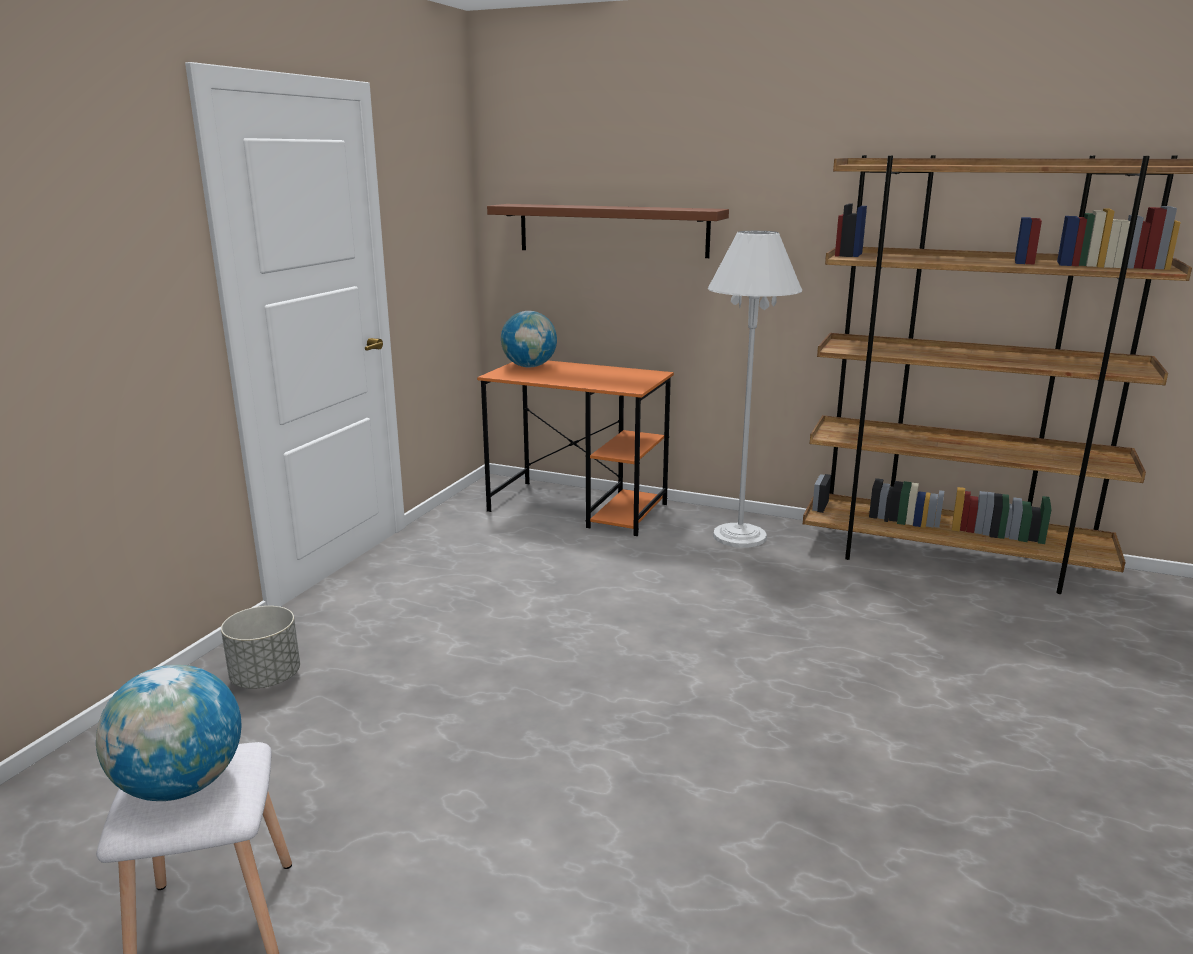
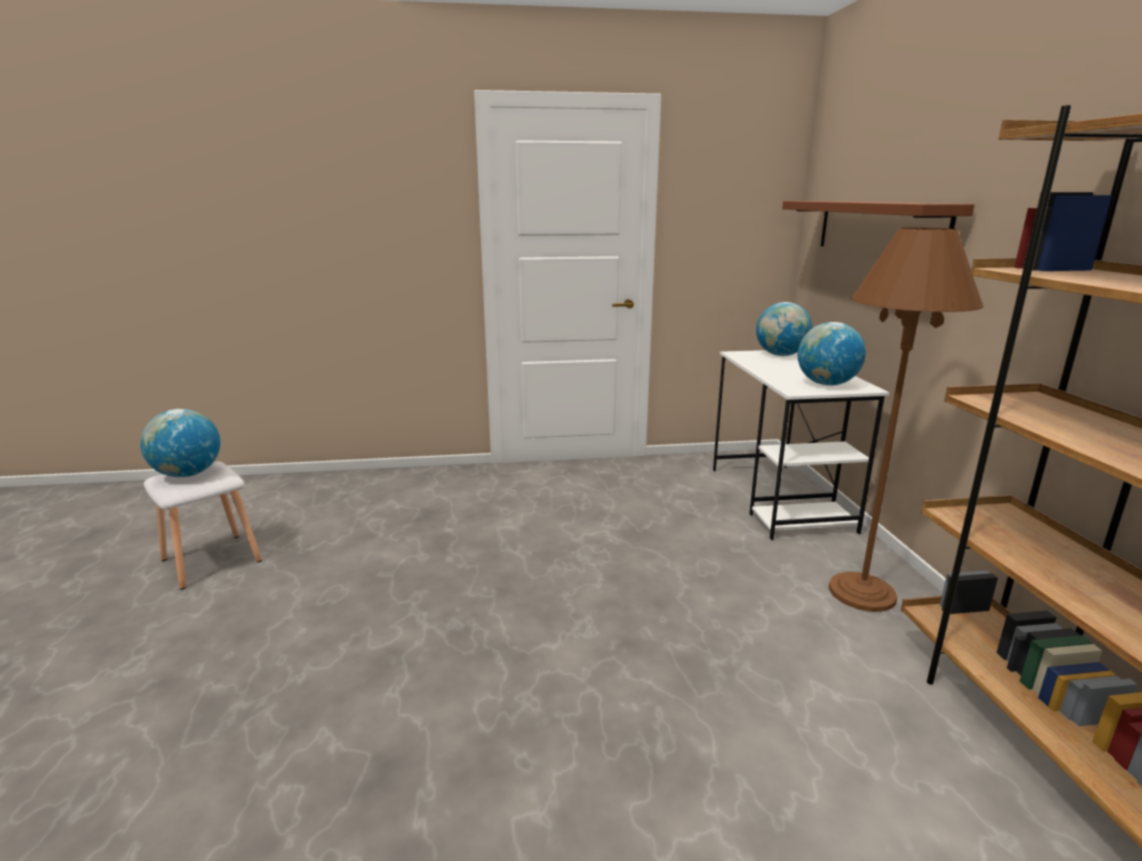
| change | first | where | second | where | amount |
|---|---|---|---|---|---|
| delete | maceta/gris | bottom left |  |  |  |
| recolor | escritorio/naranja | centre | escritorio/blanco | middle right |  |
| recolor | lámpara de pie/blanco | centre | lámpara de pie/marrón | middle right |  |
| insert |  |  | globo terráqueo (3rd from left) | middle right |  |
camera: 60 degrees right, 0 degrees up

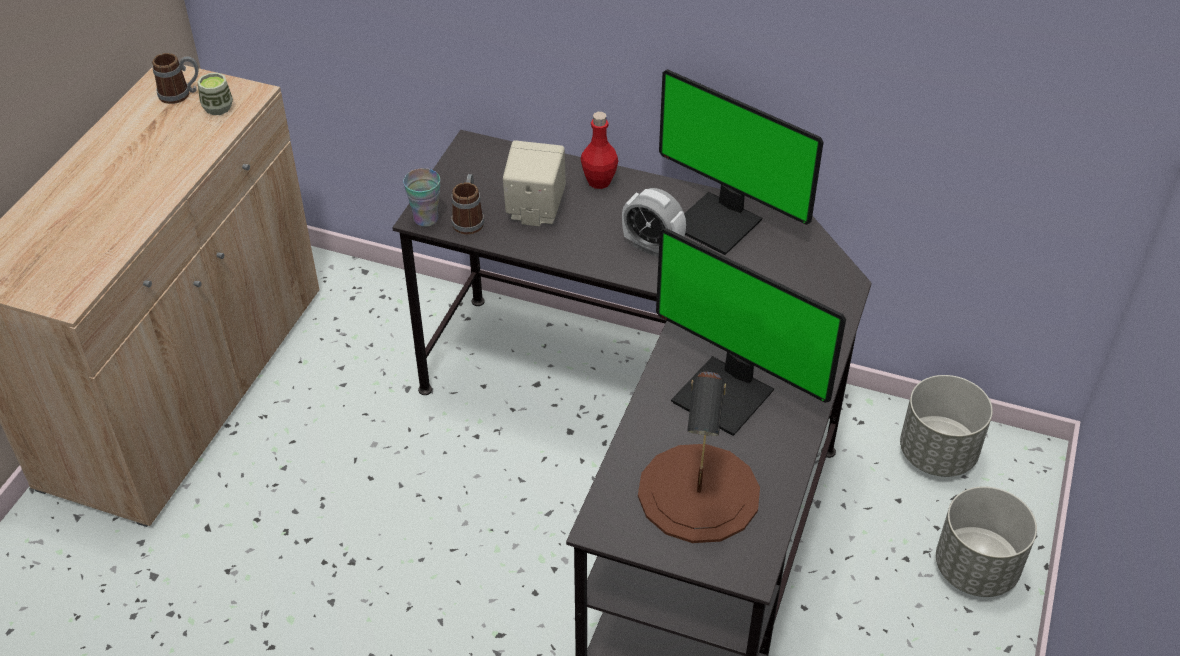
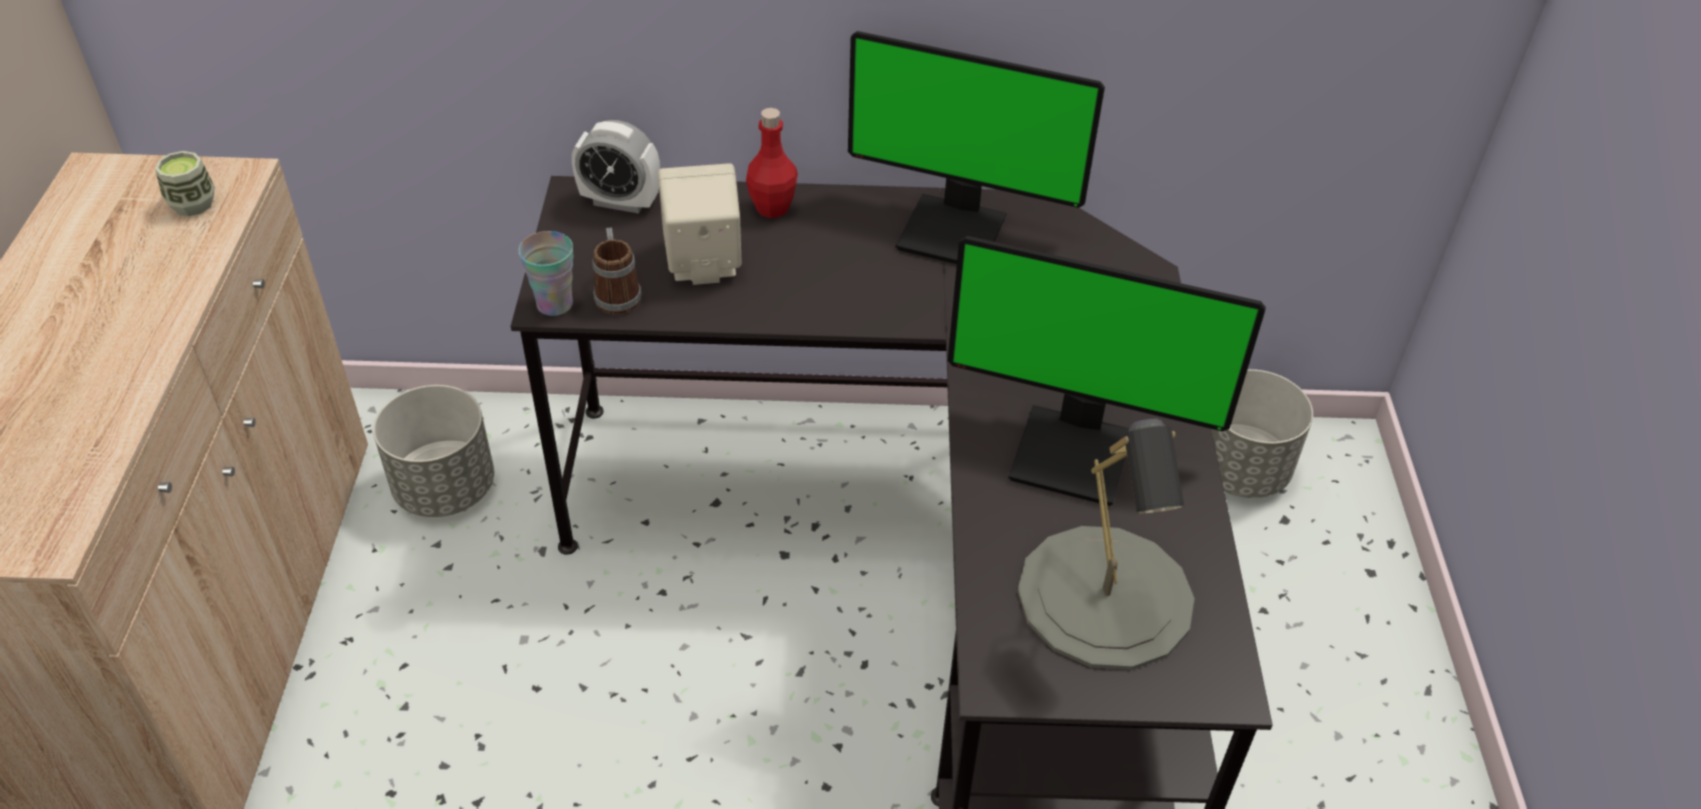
| change | first | where | second | where | amount |
|---|---|---|---|---|---|
| delete | taza grande (1st from left) | top left |  |  |  |
| move | despertador | centre |  | top centre |  |
| recolor | lámpara de mesa/marrón | bottom centre | lámpara de mesa/gris | bottom centre |  |
| move | maceta/gris (2nd from left in the first image) | bottom right | maceta/gris (1st from left) | middle left |  |
camera: 20 degrees left, 0 degrees up

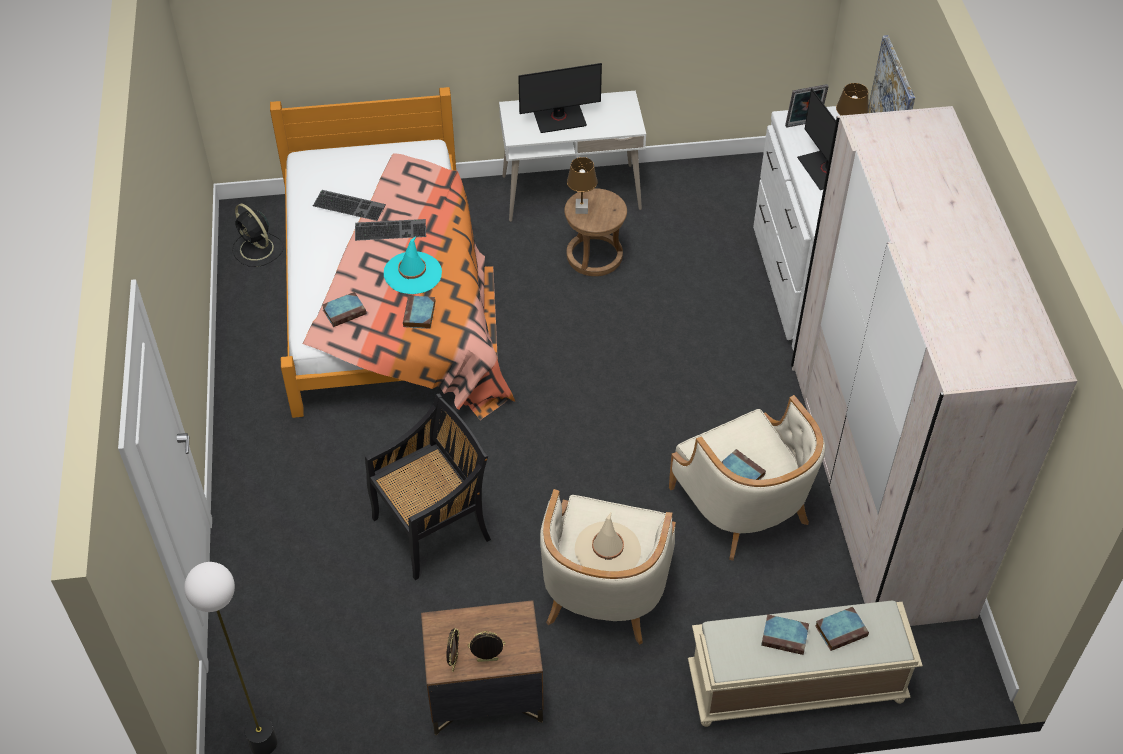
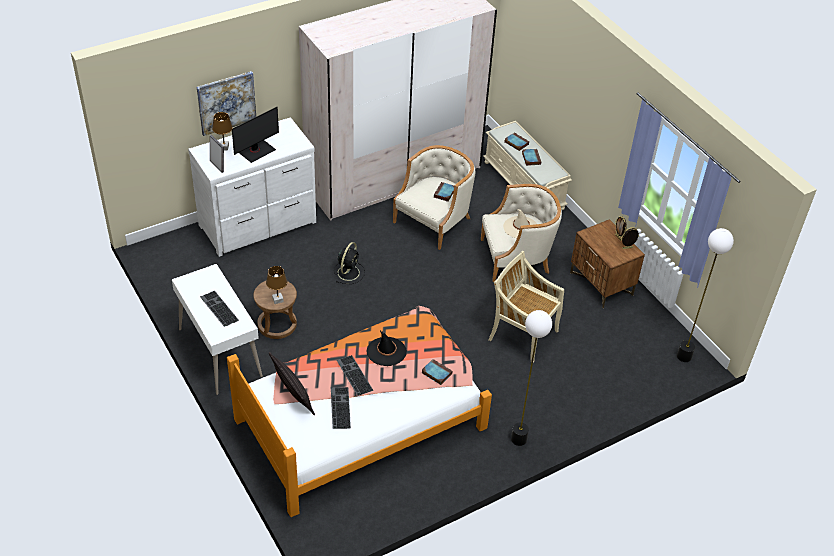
| change | first | where | second | where | amount |
|---|---|---|---|---|---|
| move | ventilador/negro | top left |  | centre |  |
| recolor | silla/negro | centre | silla/beis | centre |  |
| recolor | sombrero/turquesa | centre | sombrero/negro | centre |  |
| delete | libro (2nd from left) | centre |  |  |  |
| replace | monitor (1st from left) | top centre | teclado (1st from left) | middle left |  |
| insert |  |  | cojín | bottom centre |  |
| insert |  |  | lámpara de pie (1st from left) | bottom centre |  |
camera: 115 degrees left, 5 degrees down

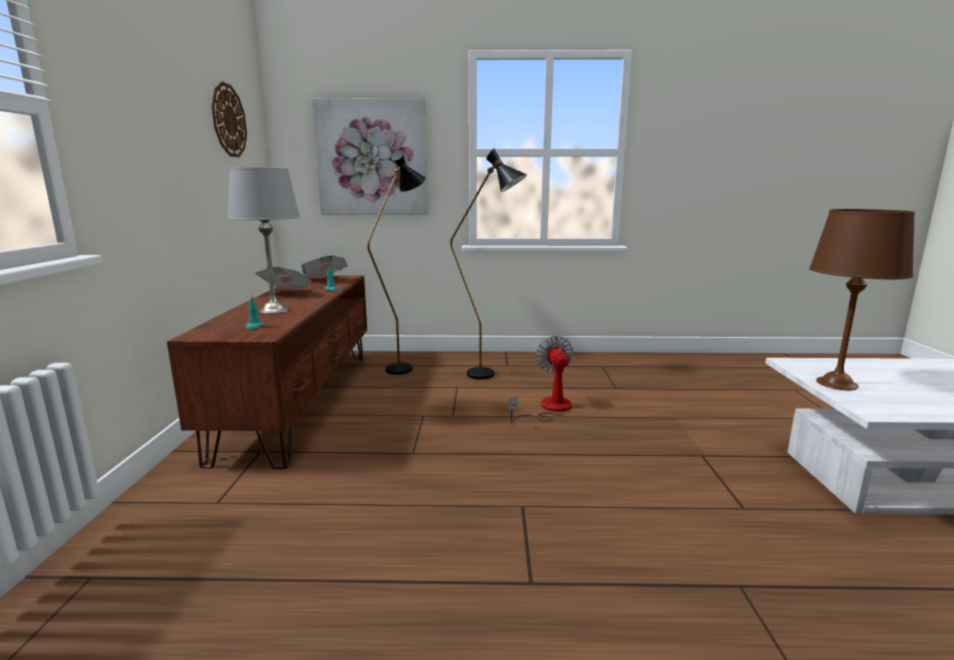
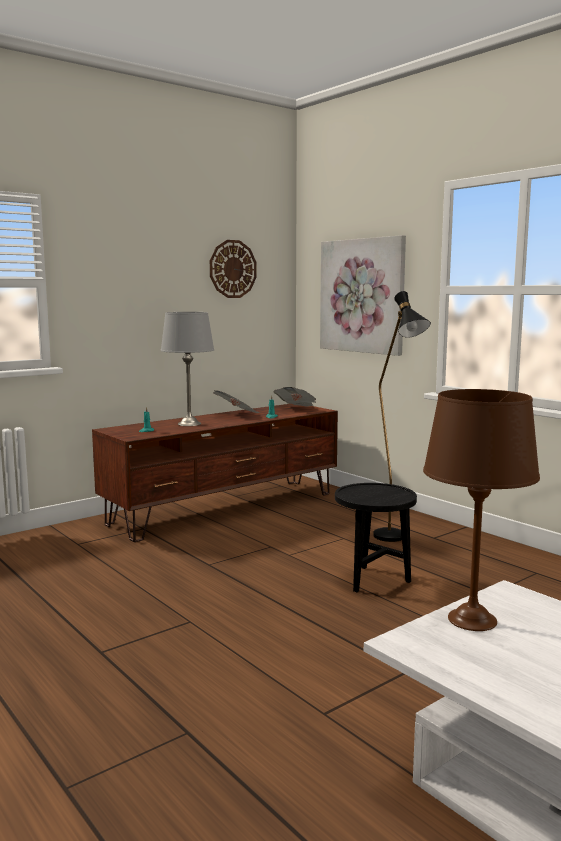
| change | first | where | second | where | amount |
|---|---|---|---|---|---|
| delete | lámpara de pie/negro (1st from left) | centre |  |  |  |
| replace | ventilador | centre | mesa auxiliar/negro | middle right |  |
camera: 50 degrees right, 5 degrees down

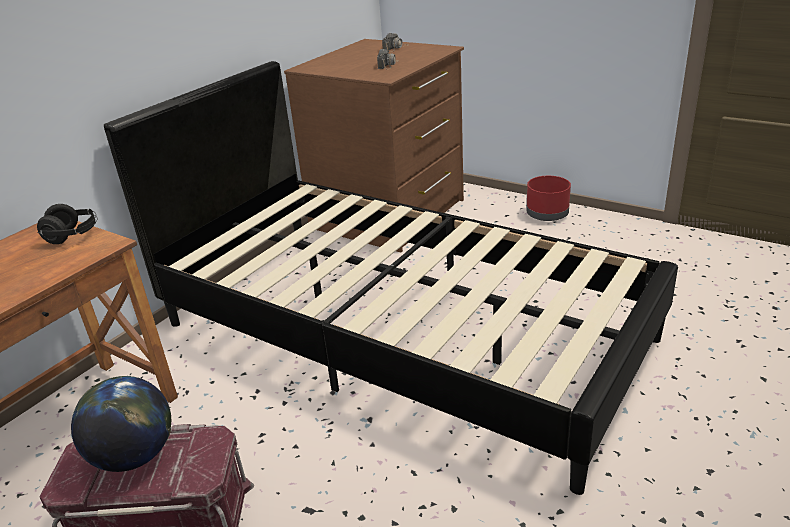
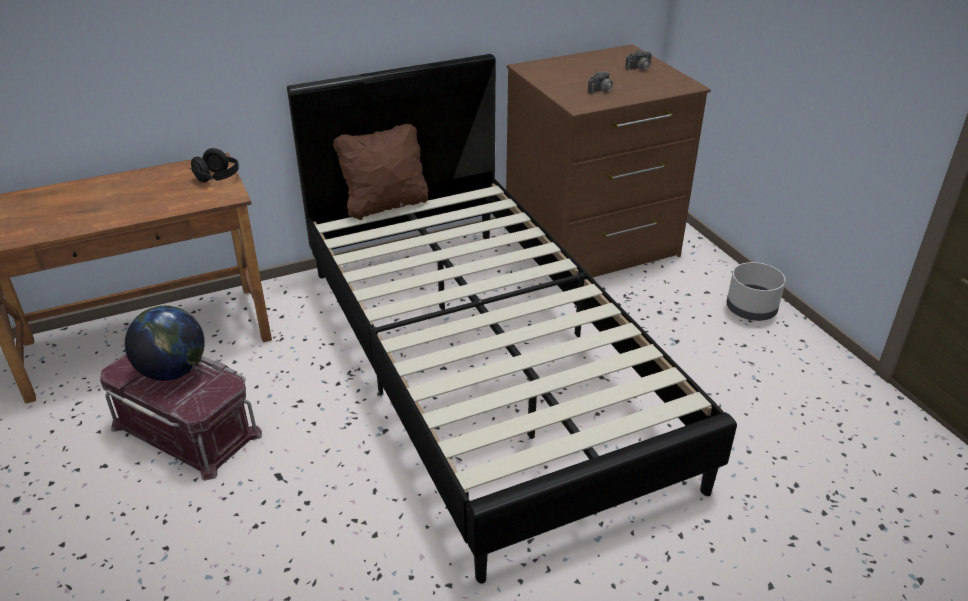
| change | first | where | second | where | amount |
|---|---|---|---|---|---|
| recolor | maceta/rojo | middle right | maceta/gris | middle right |  |
| insert |  |  | cojín/marrón | top centre |  |
camera: 30 degrees right, 5 degrees up

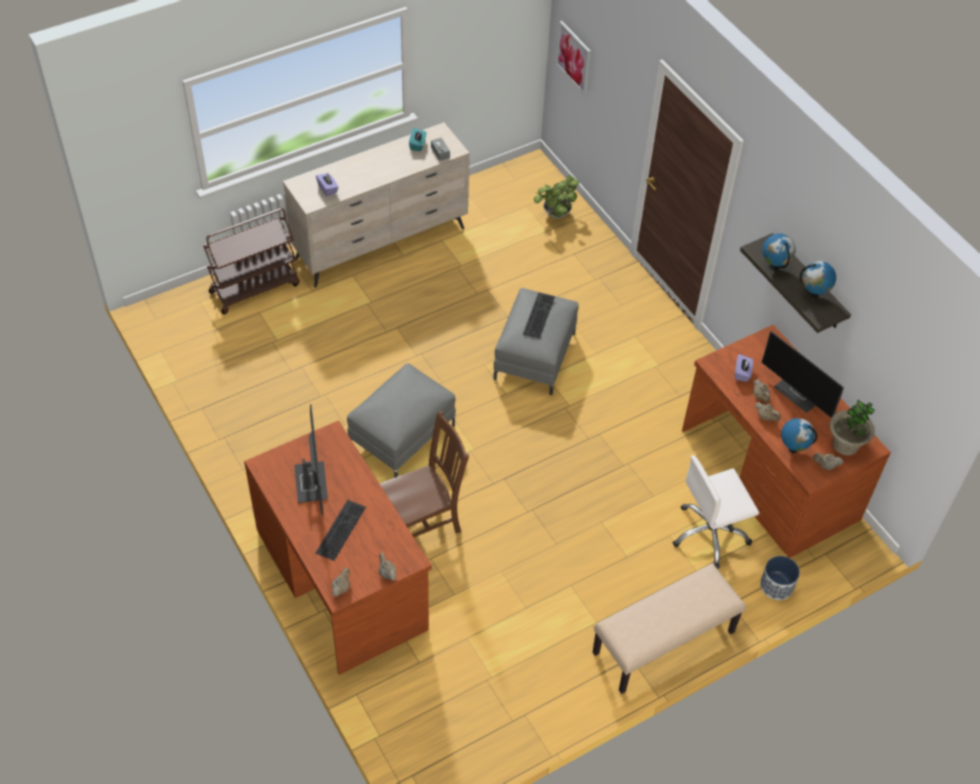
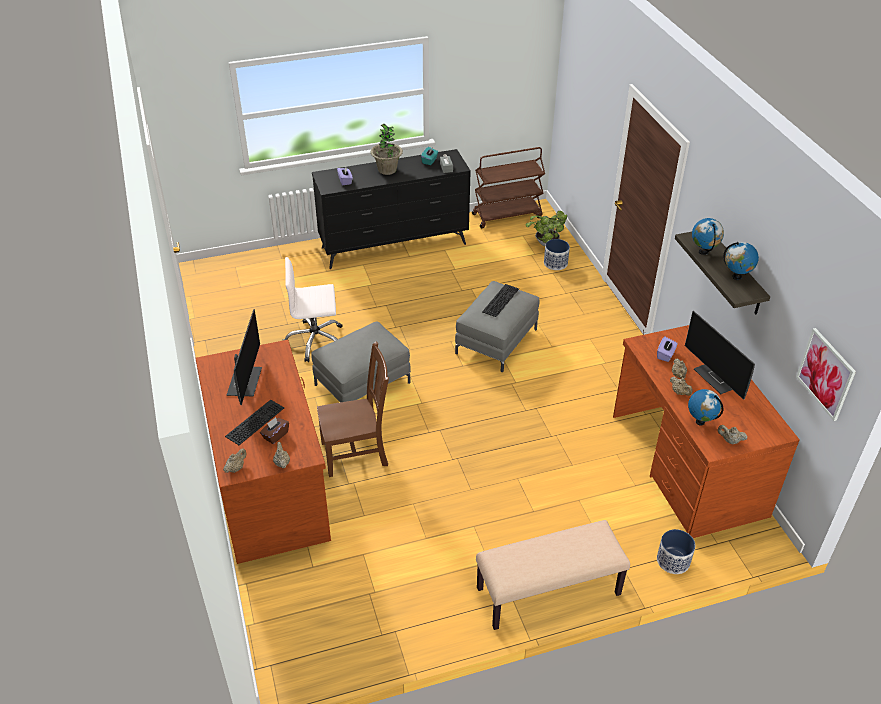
| change | first | where | second | where | amount |
|---|---|---|---|---|---|
| move | carrito/marrón | top left |  | top centre |  |
| recolor | cómoda/beis | top centre | cómoda/negro | top centre |  |
| move | cuadro | top centre |  | middle right |  |
| move | silla de oficina/blanco | middle right |  | centre |  |
| move | planta en maceta (2nd from left in the first image) | middle right | planta en maceta (1st from left) | top centre |  |
| insert |  |  | caja de pañuelos/marrón | middle left |  |
| insert |  |  | maceta (1st from left) | centre |  |
camera: 15 degrees right, 10 degrees down

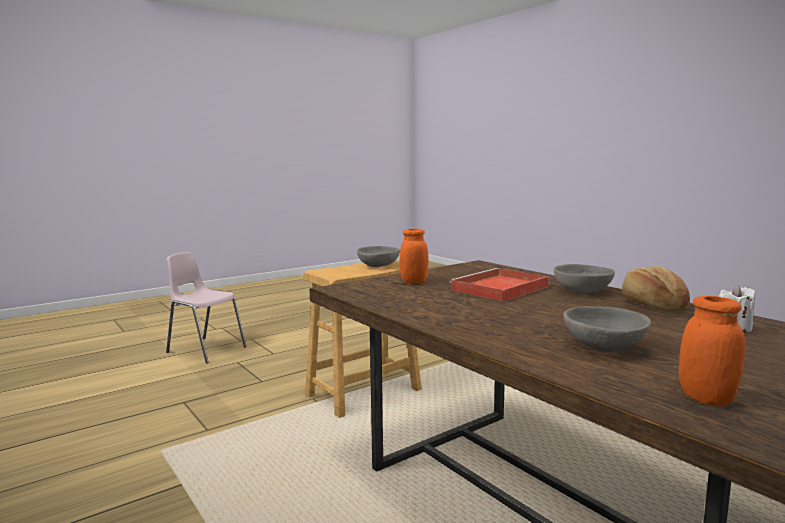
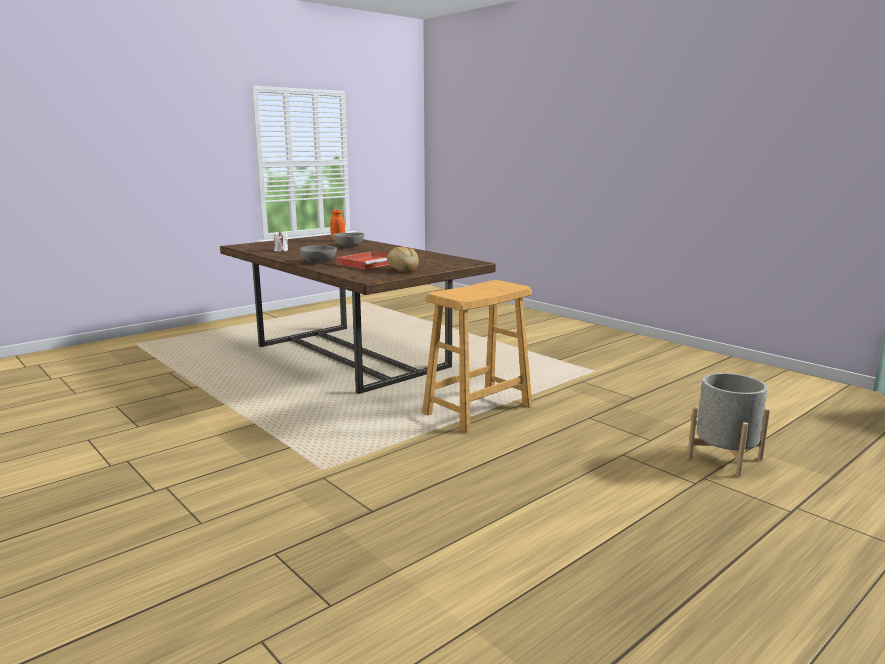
| change | first | where | second | where | amount |
|---|---|---|---|---|---|
| replace | silla/rosa | middle left | maceta/gris | middle right |  |
| delete | cuenco/gris (1st from left) | centre |  |  |  |
| delete | tarro/naranja (1st from left) | centre |  |  |  |
| move | pan | middle right |  | centre |  |
camera: 175 degrees right, 5 degrees up

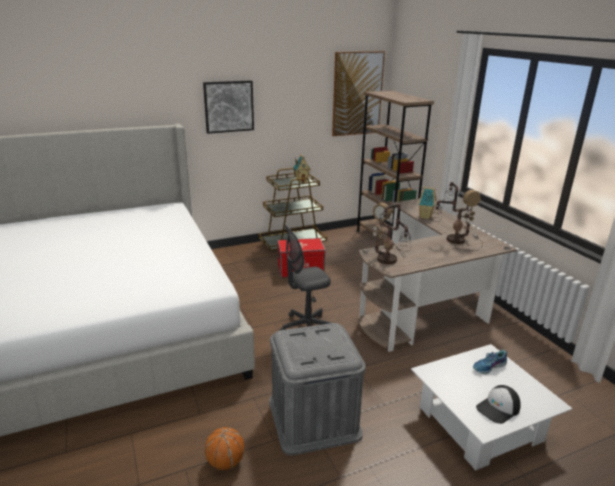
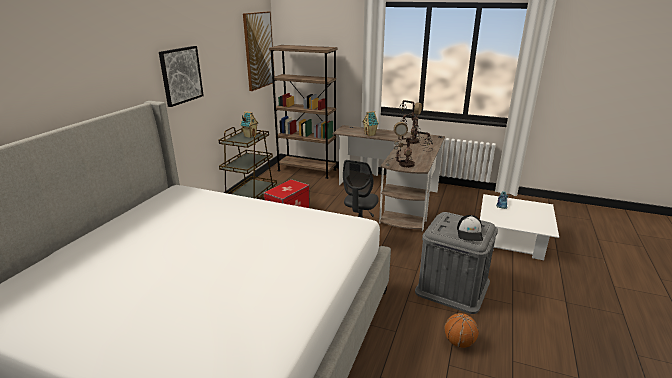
| change | first | where | second | where | amount |
|---|---|---|---|---|---|
| move | gorra | bottom right |  | middle right |  |
camera: 45 degrees left, 0 degrees up

